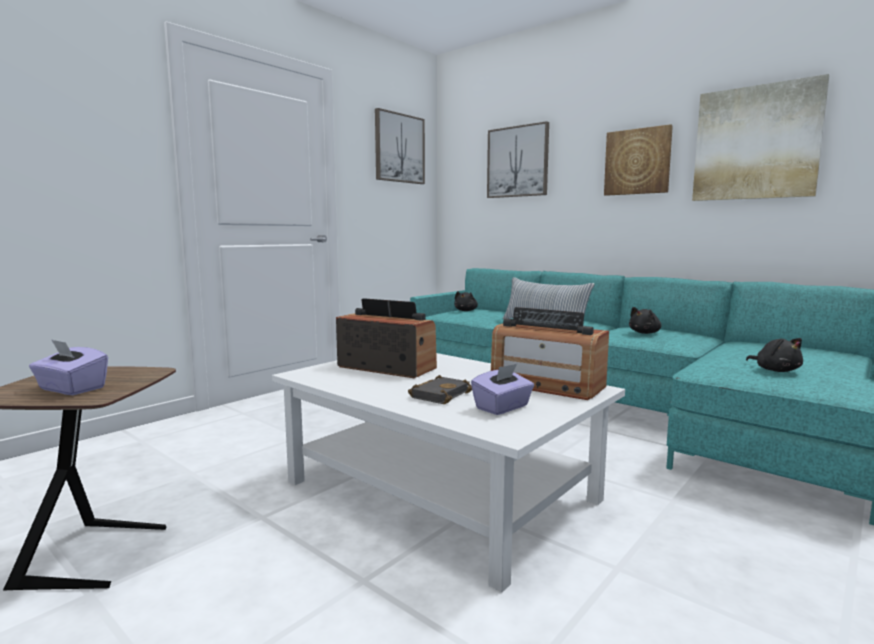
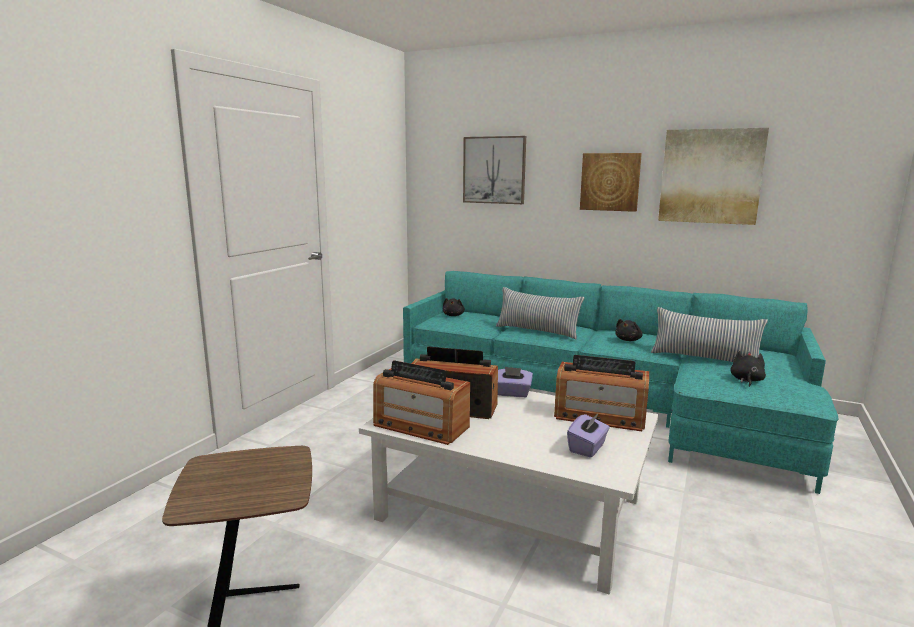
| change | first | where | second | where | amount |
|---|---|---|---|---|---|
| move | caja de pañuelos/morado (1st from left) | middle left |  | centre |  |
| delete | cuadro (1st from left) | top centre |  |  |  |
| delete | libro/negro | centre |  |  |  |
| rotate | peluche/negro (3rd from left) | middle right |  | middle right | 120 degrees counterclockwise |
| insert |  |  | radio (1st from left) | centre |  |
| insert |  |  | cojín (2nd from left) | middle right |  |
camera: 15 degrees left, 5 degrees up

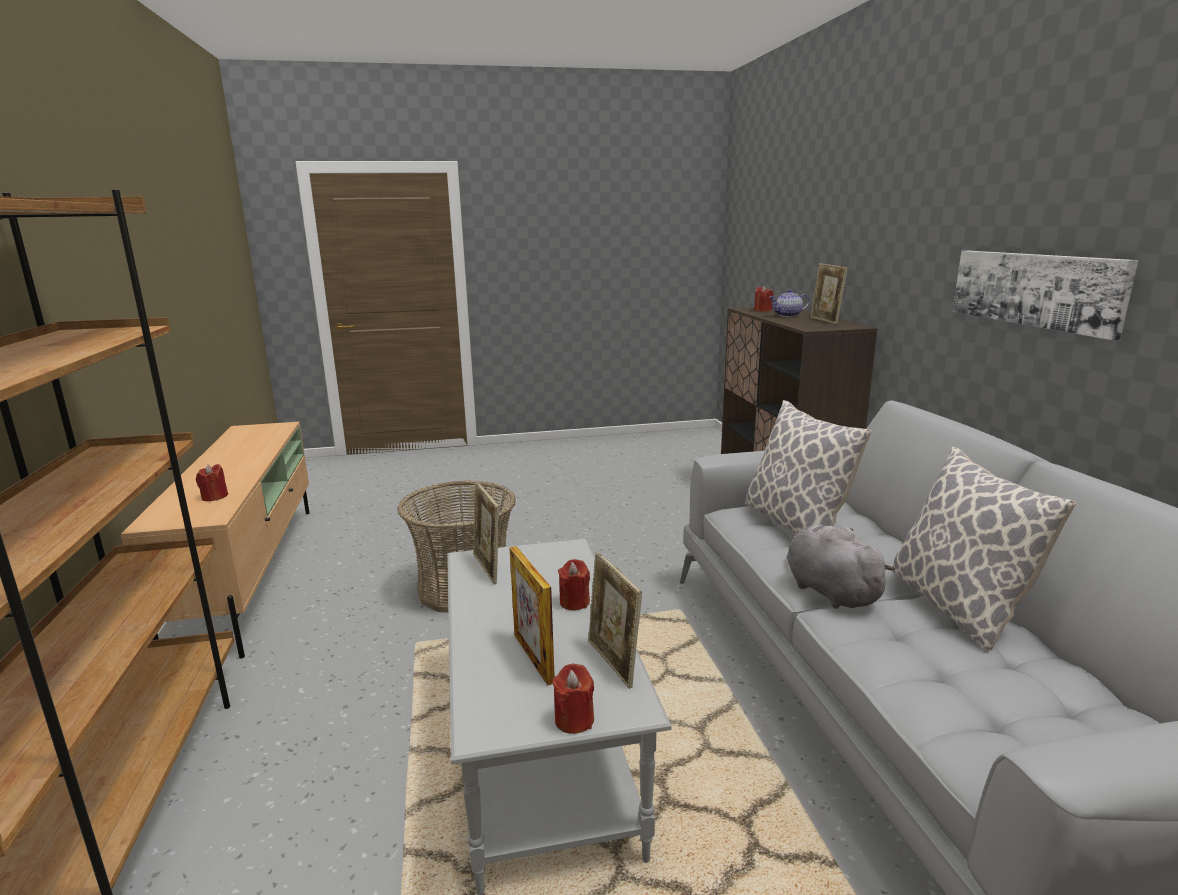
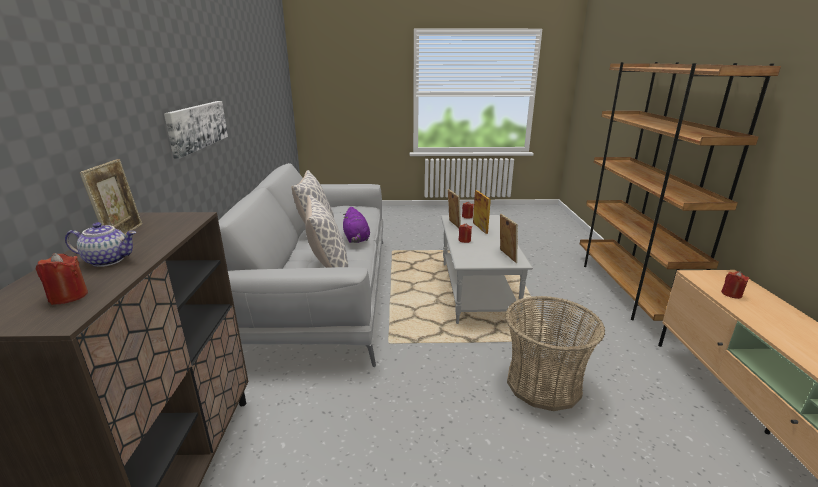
| change | first | where | second | where | amount |
|---|---|---|---|---|---|
| recolor | peluche/gris | middle right | peluche/morado | centre |  |
camera: 170 degrees left, 5 degrees up

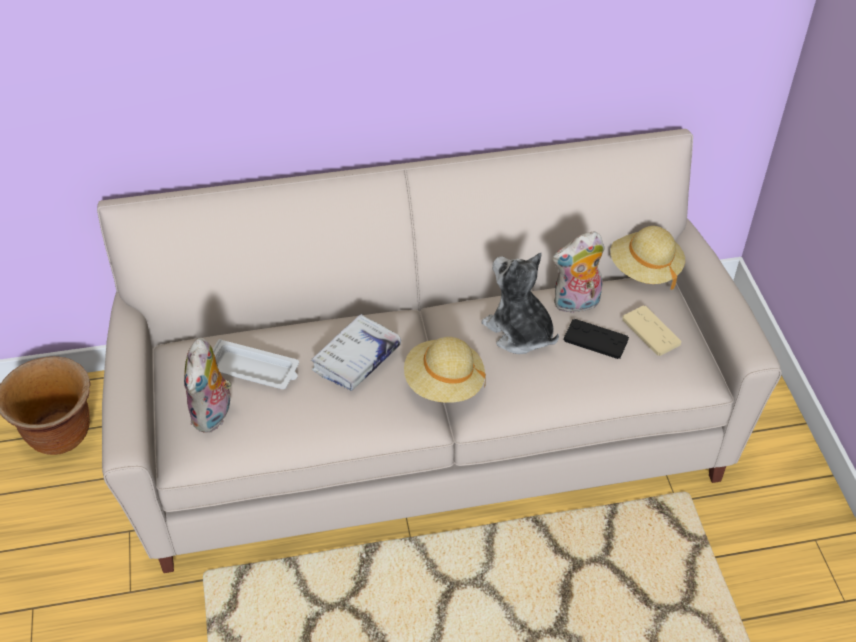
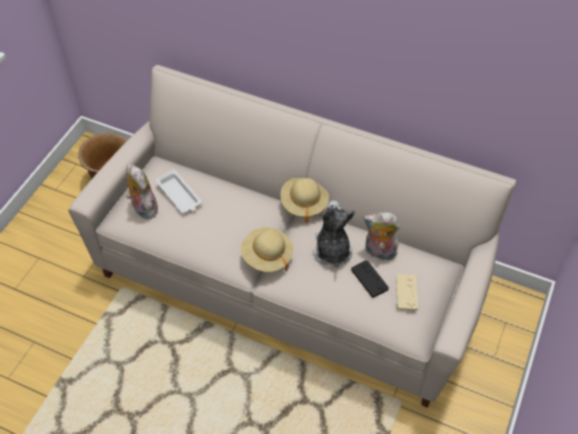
| change | first | where | second | where | amount |
|---|---|---|---|---|---|
| rotate | peluche (1st from left) | middle left |  | middle left | 105 degrees clockwise |
| delete | libro/blanco | centre |  |  |  |
| move | sombrero/beis (2nd from left) | middle right |  | centre |  |
camera: 35 degrees right, 5 degrees up

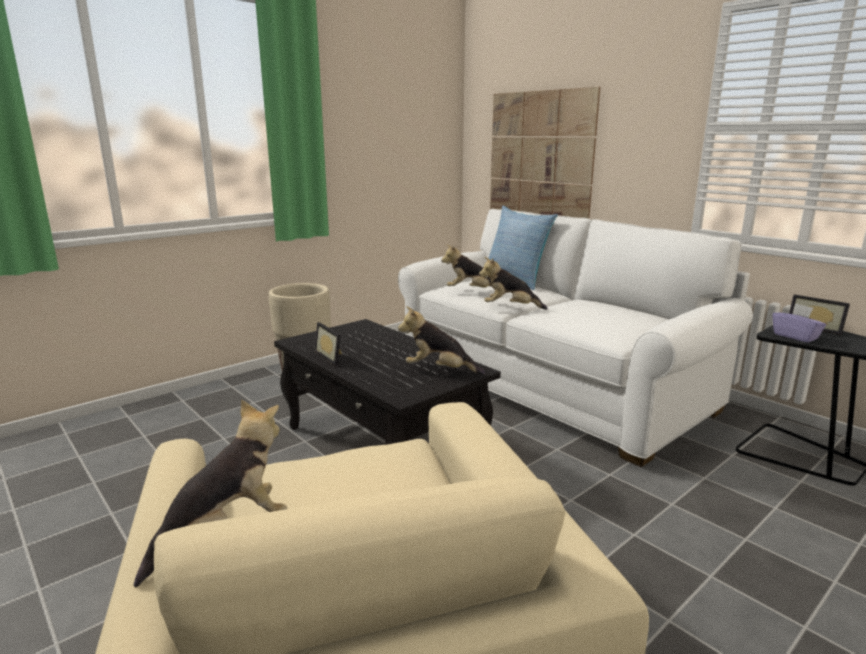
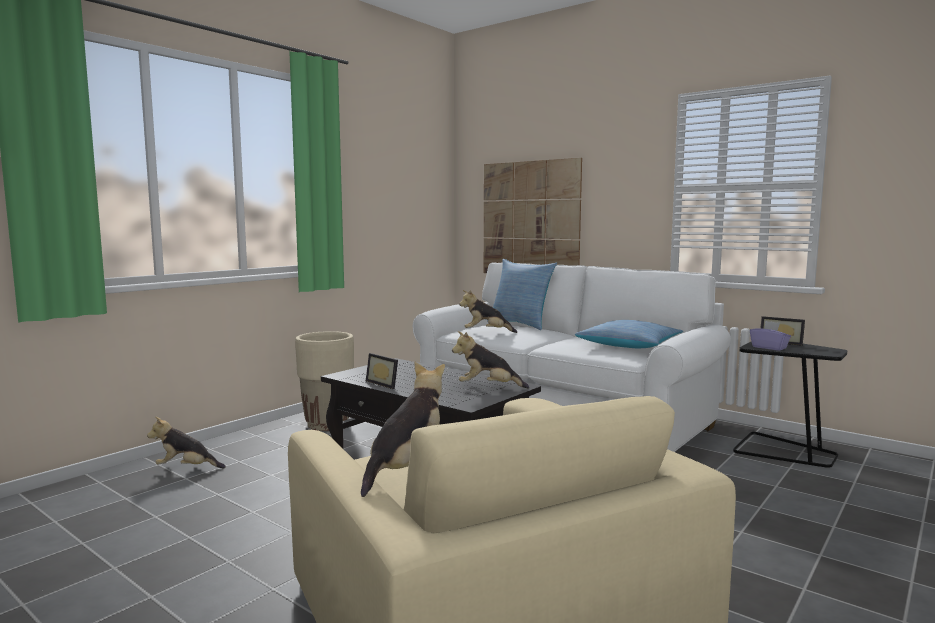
| change | first | where | second | where | amount |
|---|---|---|---|---|---|
| move | peluche (4th from left in the first image) | centre | peluche (1st from left) | bottom left |  |
| insert |  |  | cojín (2nd from left) | middle right |  |
camera: 10 degrees left, 10 degrees down

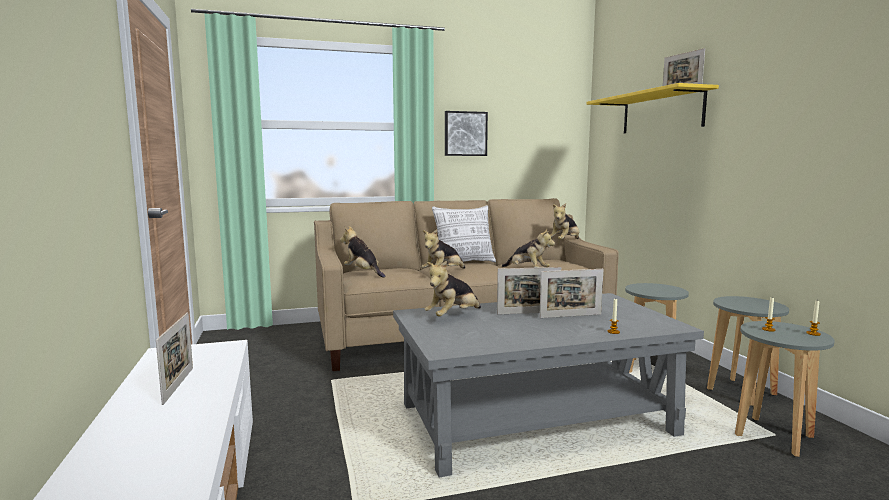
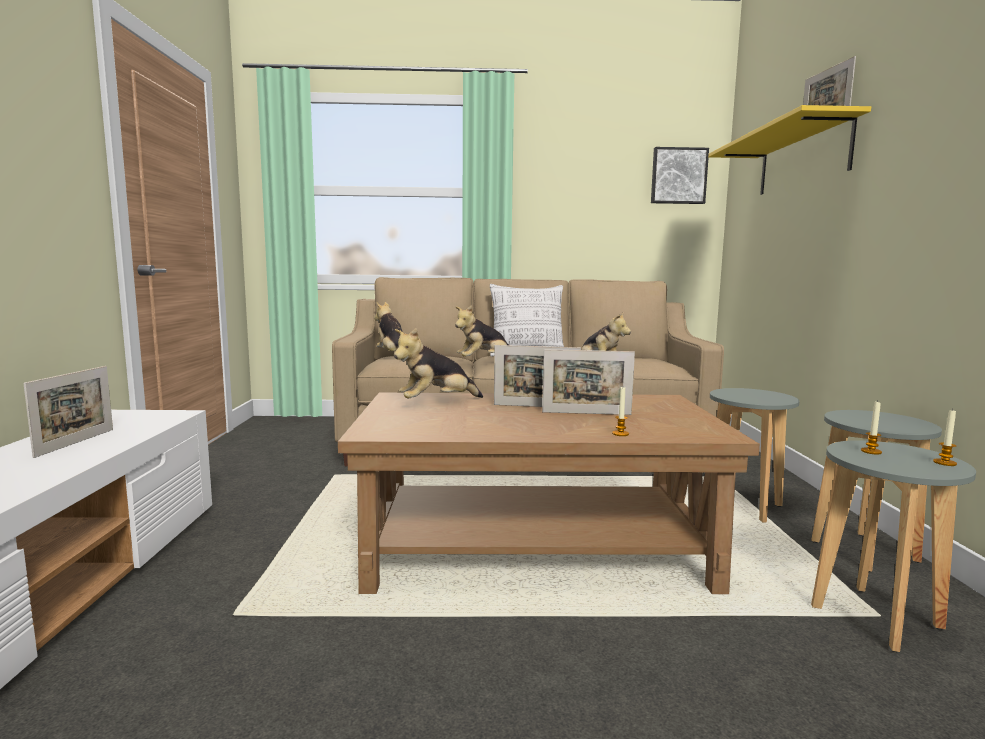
| change | first | where | second | where | amount |
|---|---|---|---|---|---|
| recolor | mesa de centro/gris | bottom centre | mesa de centro/marrón | bottom centre |  |
| move | cuadro | top centre |  | top right |  |
| delete | peluche (5th from left) | centre |  |  |  |
camera: 15 degrees right, 0 degrees up

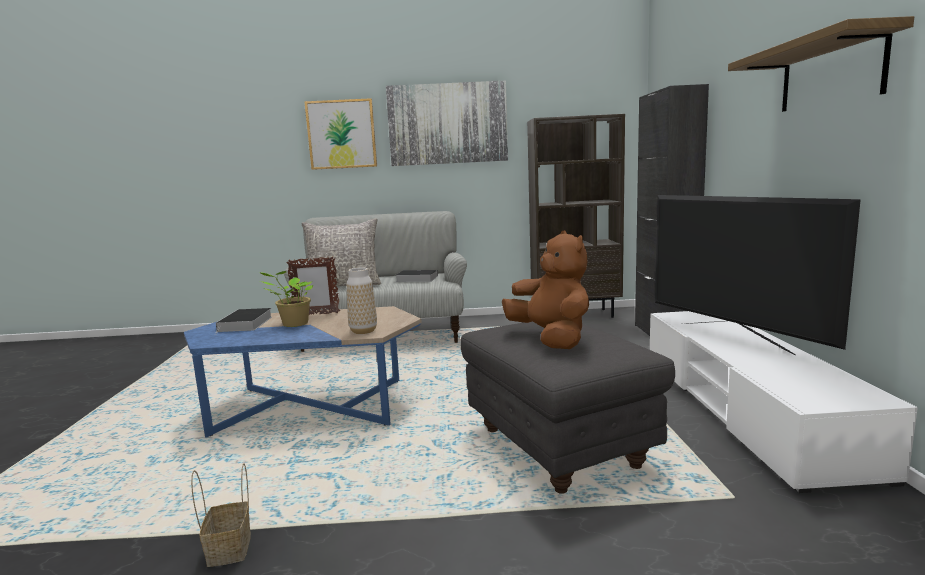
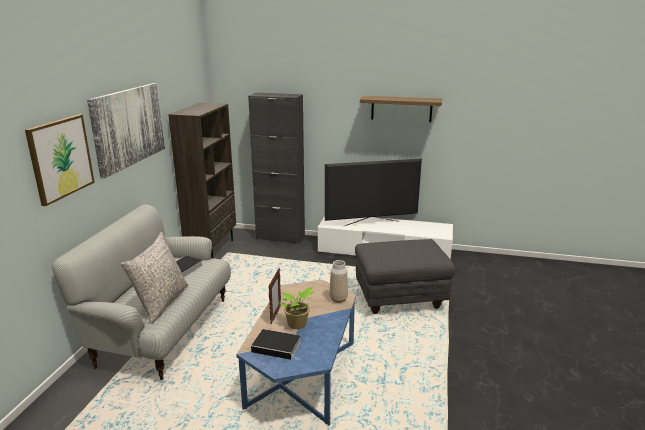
| change | first | where | second | where | amount |
|---|---|---|---|---|---|
| delete | cesta | bottom left |  |  |  |
| delete | peluche/marrón | centre |  |  |  |
camera: 75 degrees left, 10 degrees up

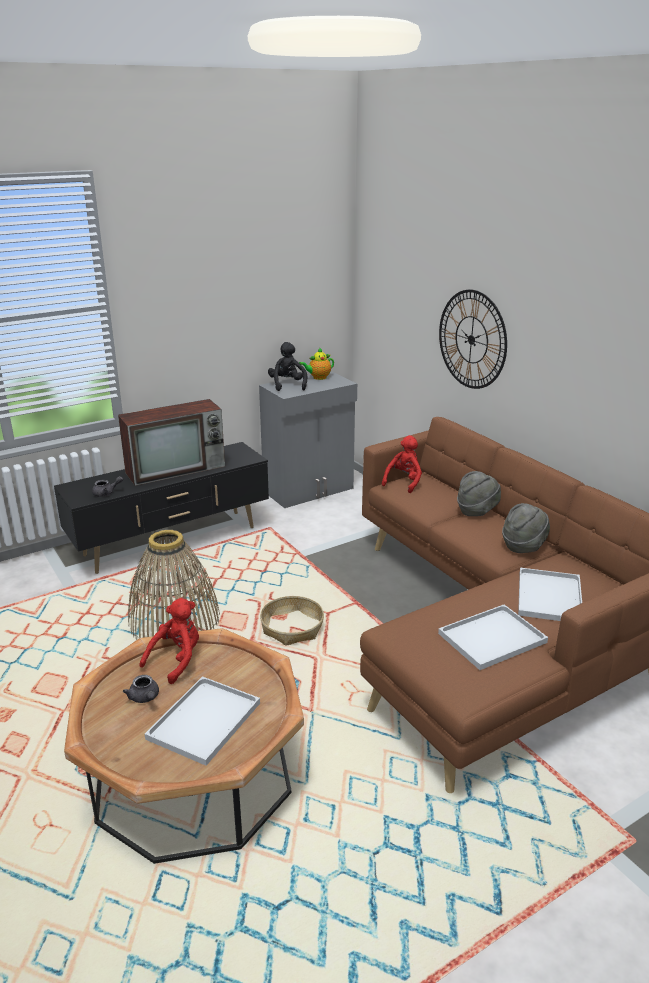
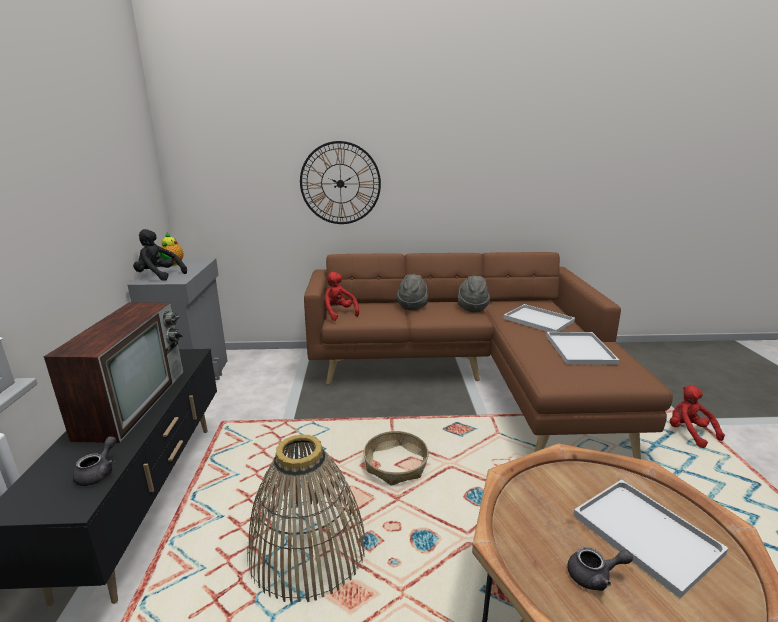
| change | first | where | second | where | amount |
|---|---|---|---|---|---|
| move | peluche/rojo (1st from left in the first image) | middle left | peluche/rojo (2nd from left) | bottom right |  |
camera: 60 degrees left, 5 degrees down

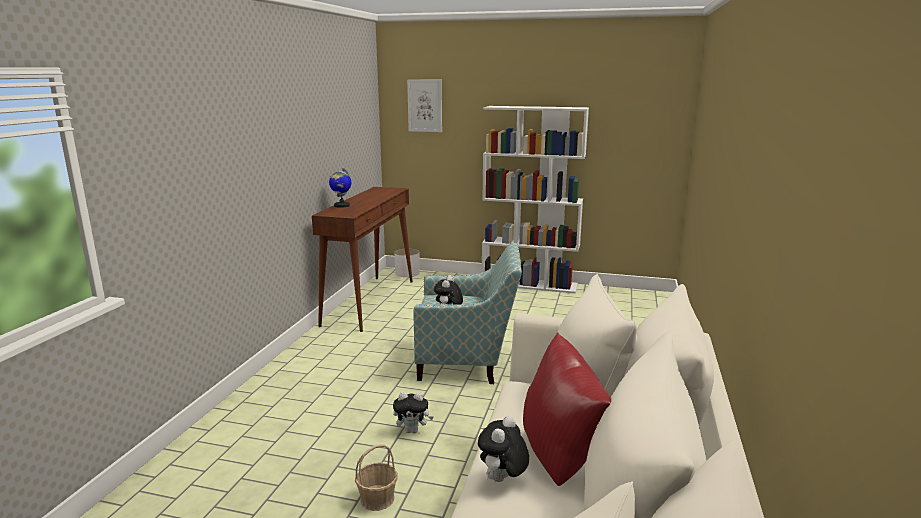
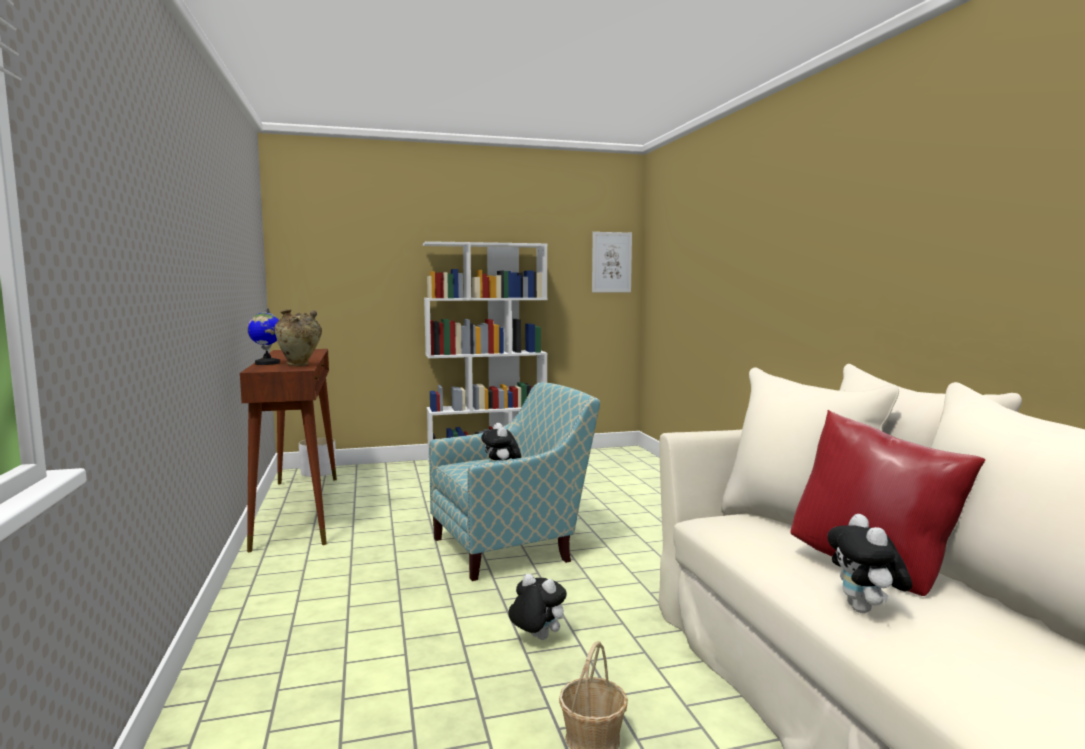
| change | first | where | second | where | amount |
|---|---|---|---|---|---|
| rotate | peluche (1st from left in the first image) | bottom centre | peluche (2nd from left) | bottom centre | 120 degrees counterclockwise |
| move | cuadro | top centre |  | centre |  |
| insert |  |  | florero/beis | middle left |  |
camera: 30 degrees left, 10 degrees down

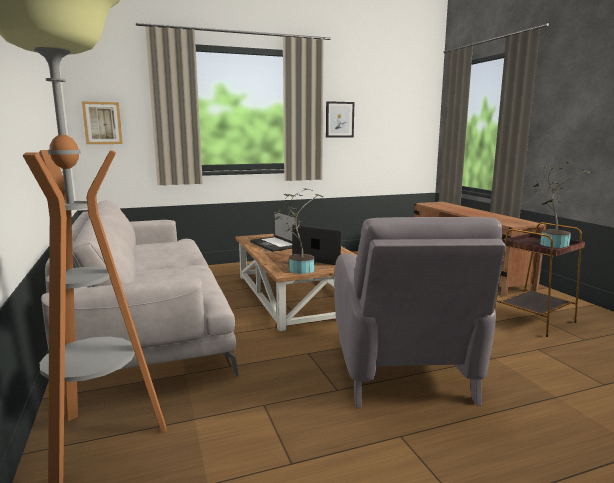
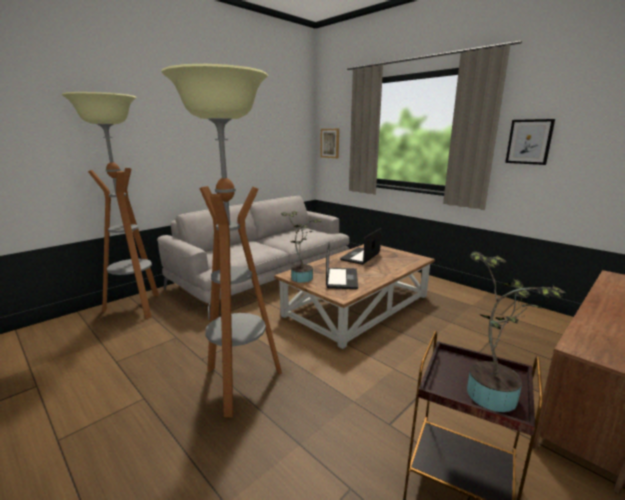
| change | first | where | second | where | amount |
|---|---|---|---|---|---|
| replace | sillón/gris | middle right | lámpara de pie (2nd from left) | centre |  |
camera: 65 degrees right, 5 degrees up

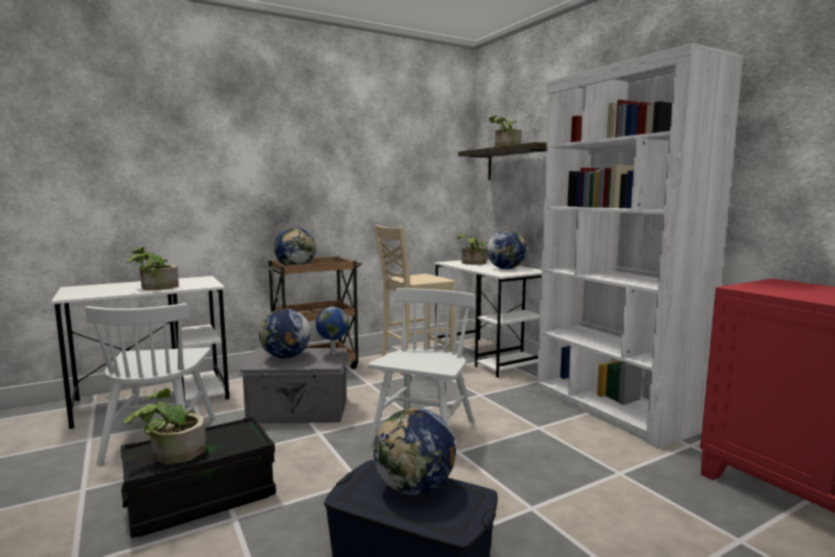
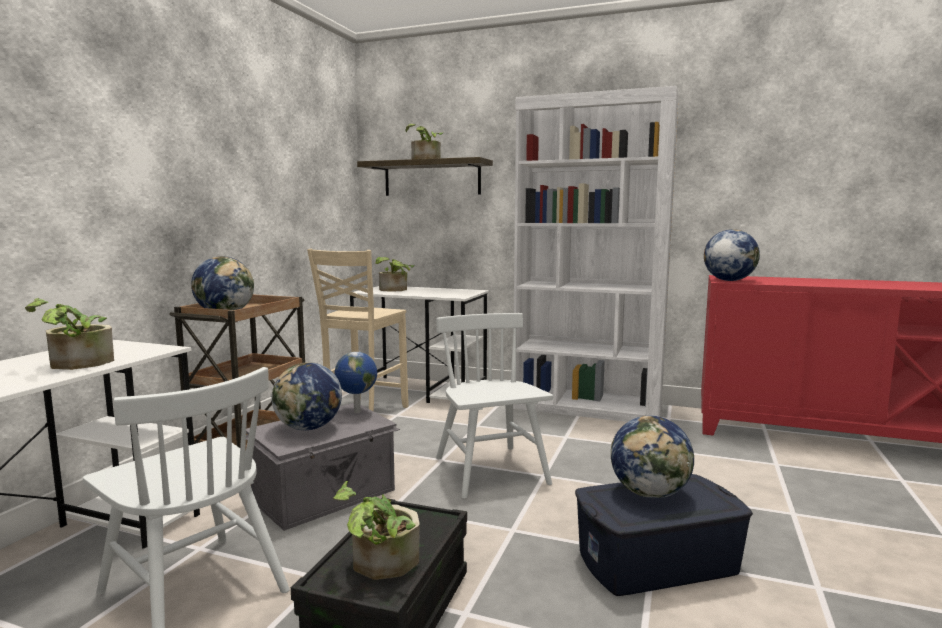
| change | first | where | second | where | amount |
|---|---|---|---|---|---|
| move | globo terráqueo (5th from left) | centre |  | middle right |  |
camera: 40 degrees left, 0 degrees up

